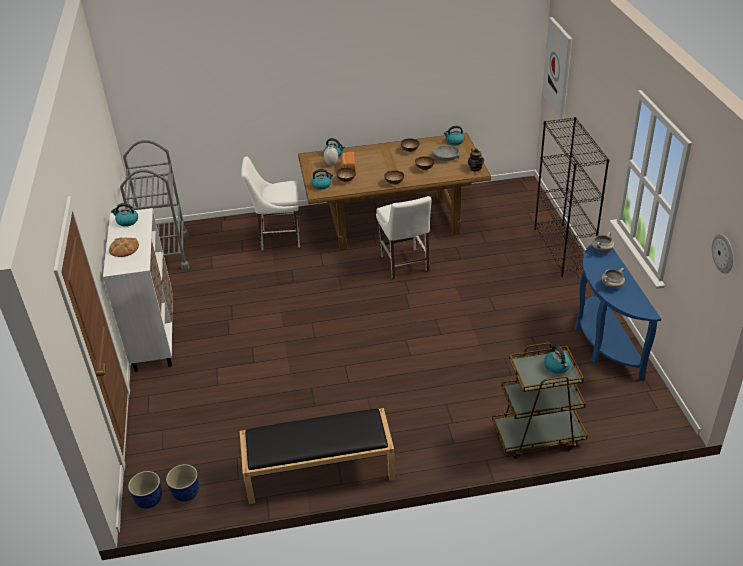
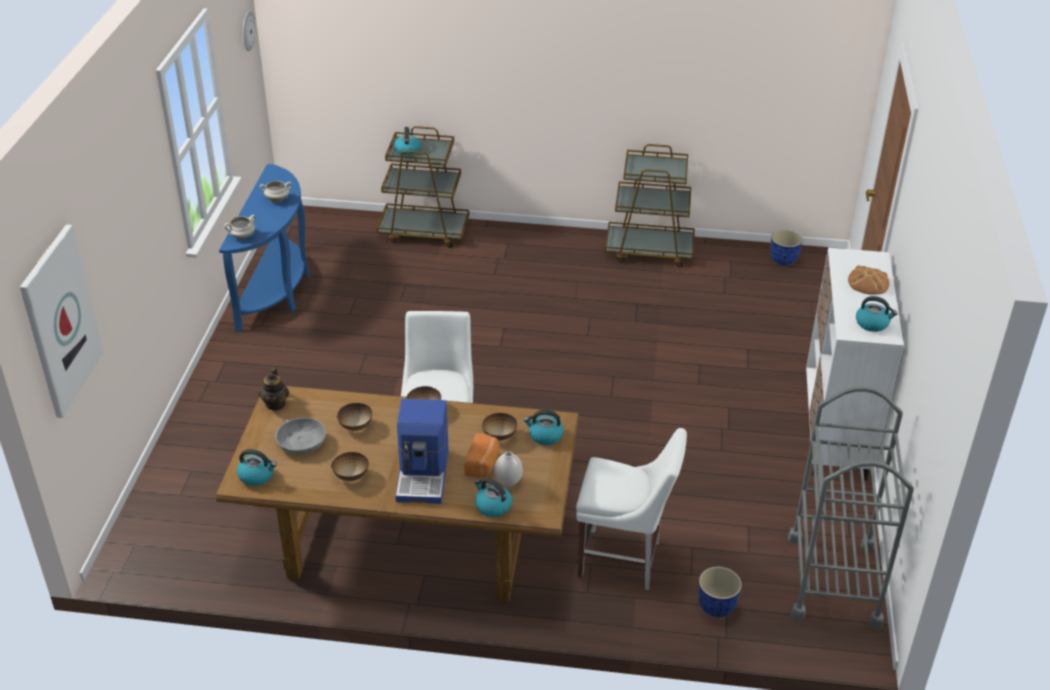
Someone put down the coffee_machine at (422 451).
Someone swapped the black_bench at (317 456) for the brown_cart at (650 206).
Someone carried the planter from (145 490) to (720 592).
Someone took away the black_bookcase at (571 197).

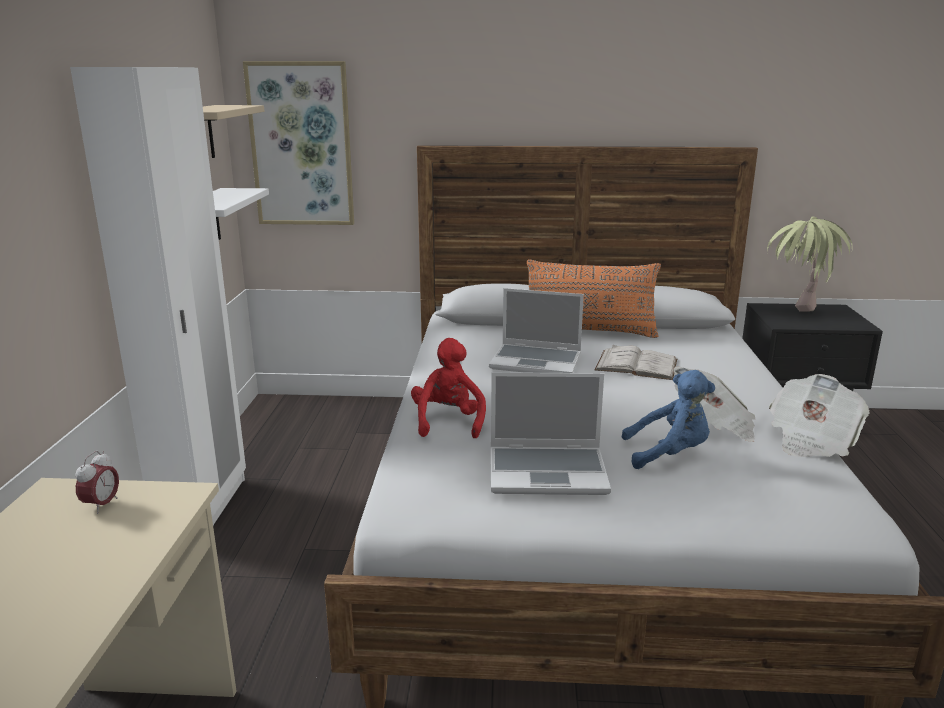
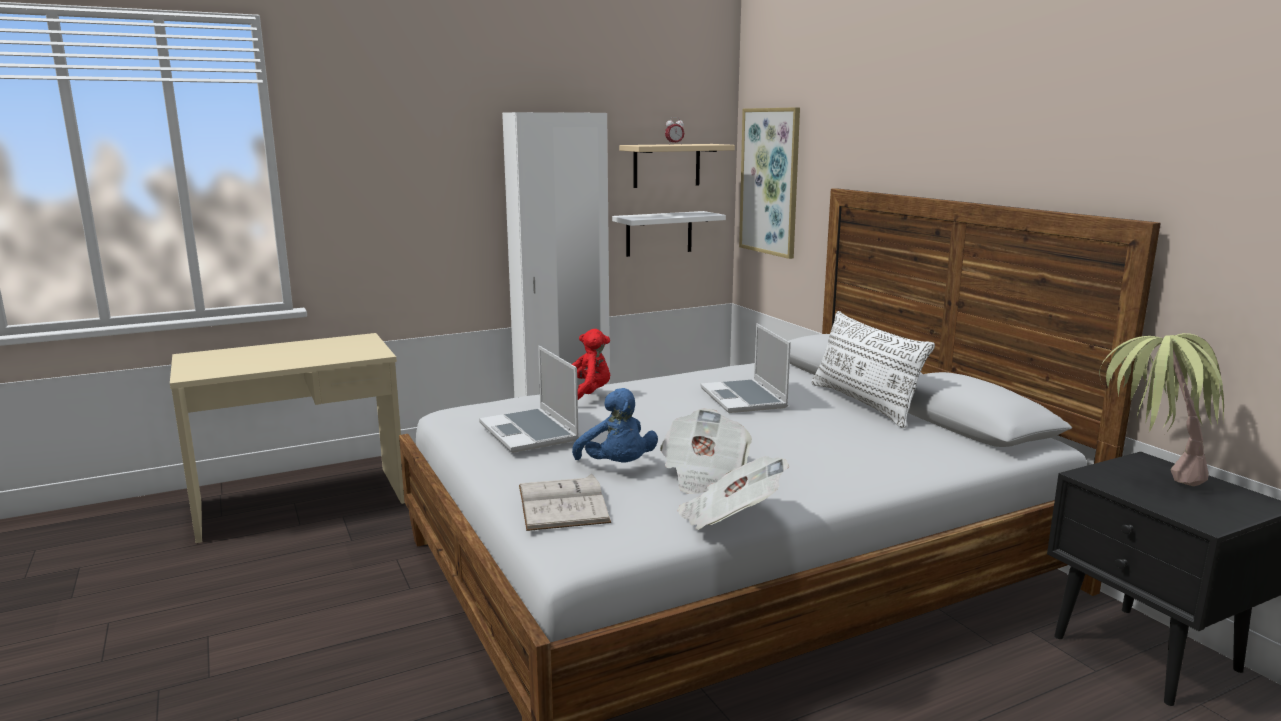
Someone carried the white_book from (636 362) to (565 502).
Someone carried the alarm_clock from (97 482) to (674 131).
Someone repainted the orange_pillow at (594 298), which became the white_pillow at (873 369).

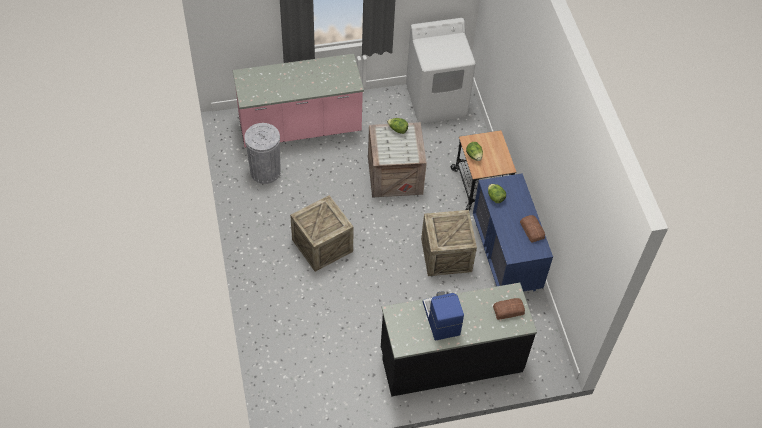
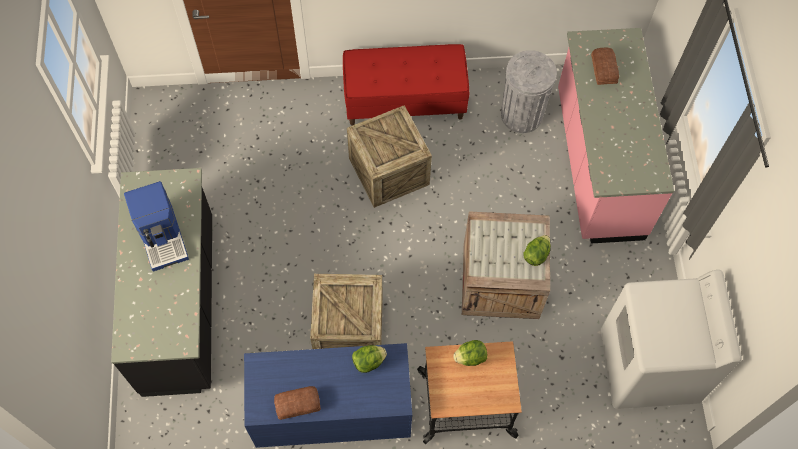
Someone rotated the coffee_machine at (443 316) by 75 degrees clockwise.
Someone put down the red_bench at (406 84).
Someone carried the bread from (509 309) to (605 66).

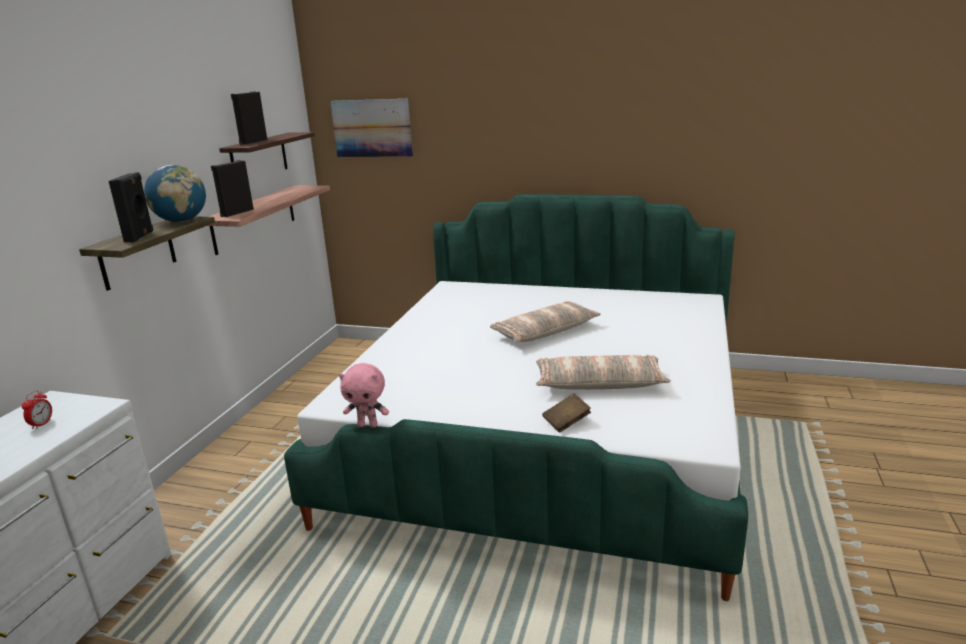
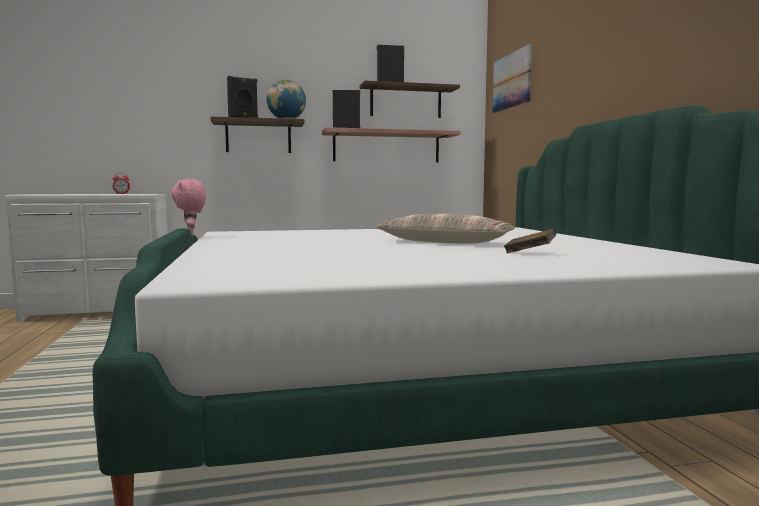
Someone carried the brown_book from (566 412) to (530 241).
Someone took away the pillow at (603 372).

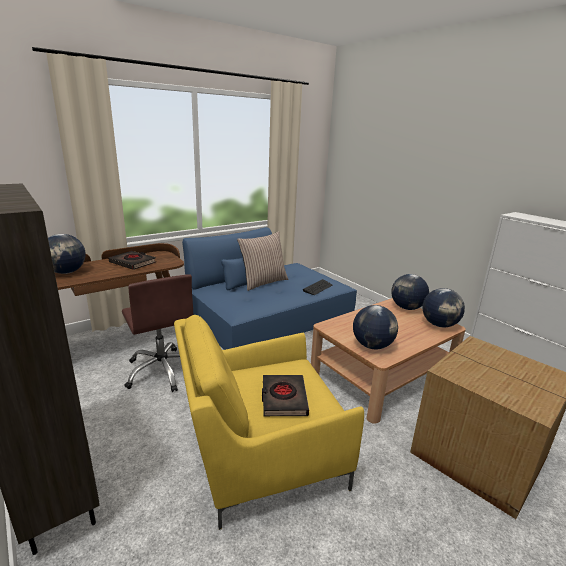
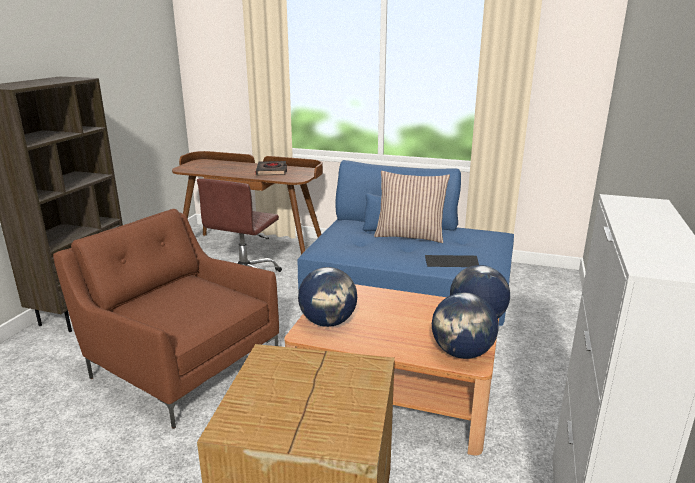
Someone repainted the yellow_armchair at (269 422), which became the brown_armchair at (166 319).
Someone took away the globe at (67 254).
Someone took away the black_book at (285 395).

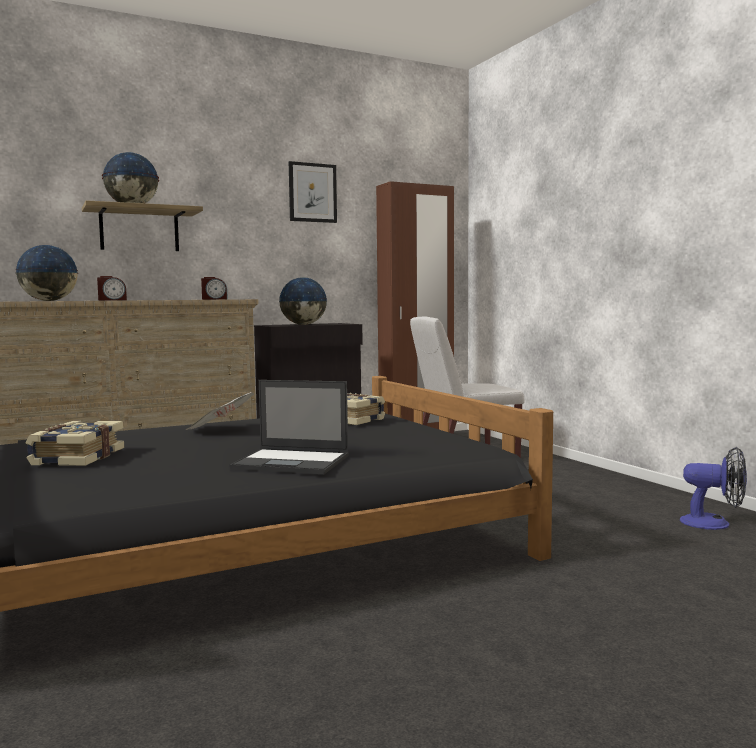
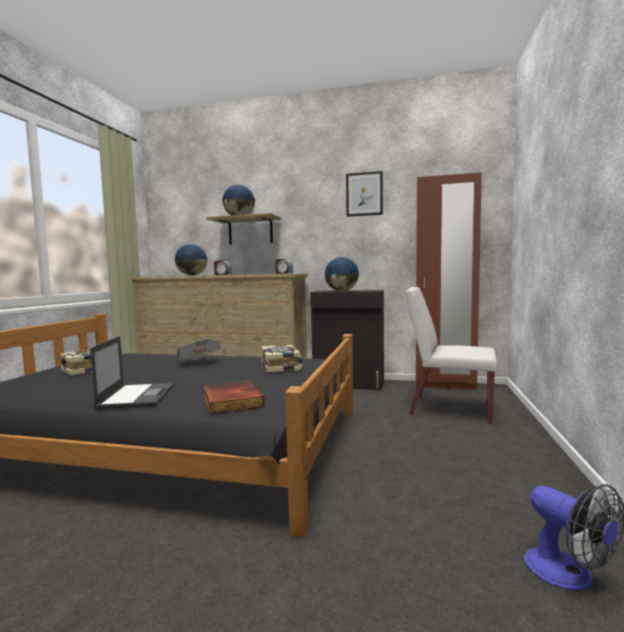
Someone rotated the laptop at (289 427) by 150 degrees counterclockwise.
Someone put down the book at (234 397).

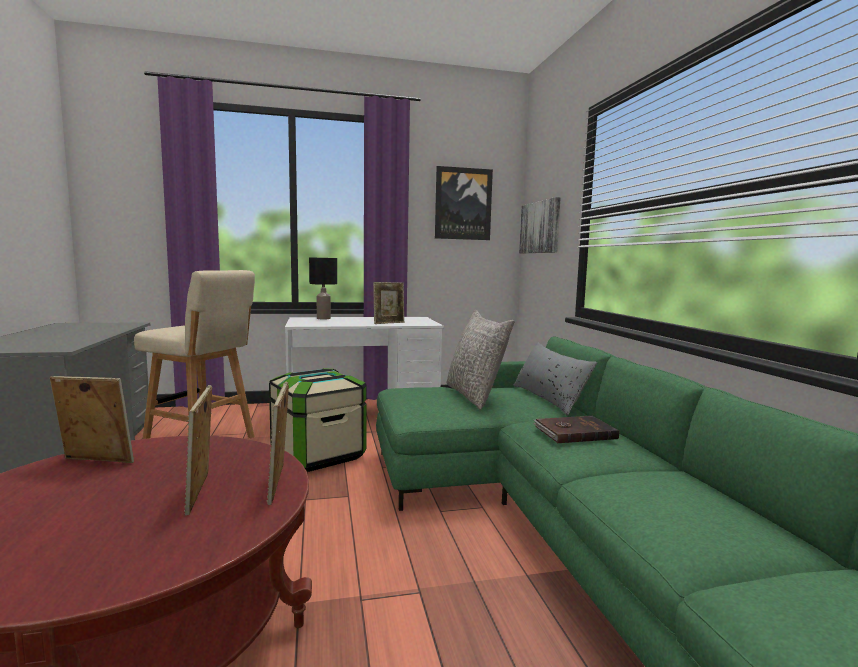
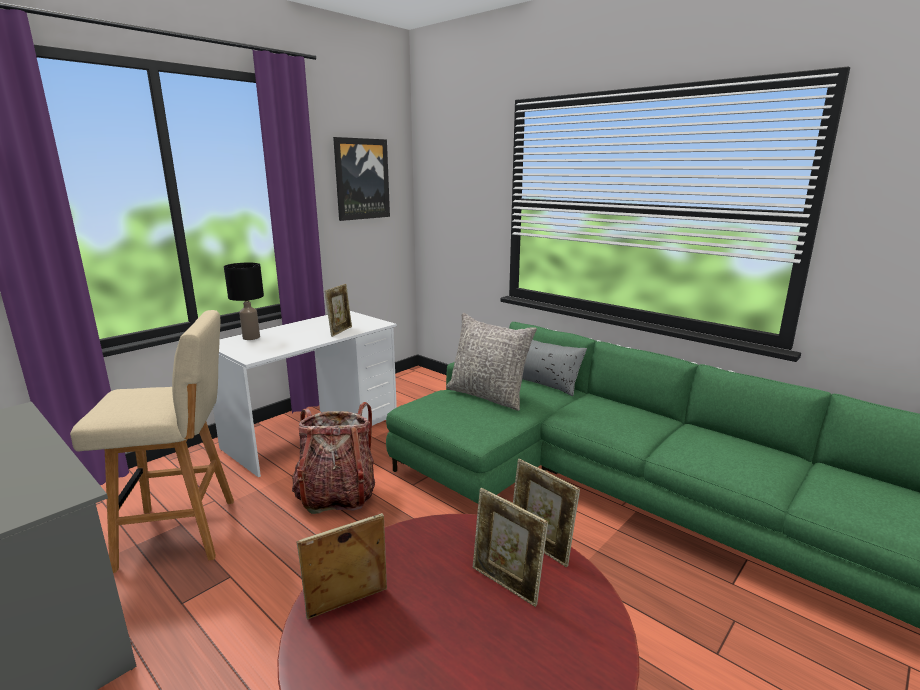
Someone swapped the storage_box at (318 420) for the backpack at (333 458).
Someone took away the picture at (539 225).
Someone took away the brown_book at (576 429).

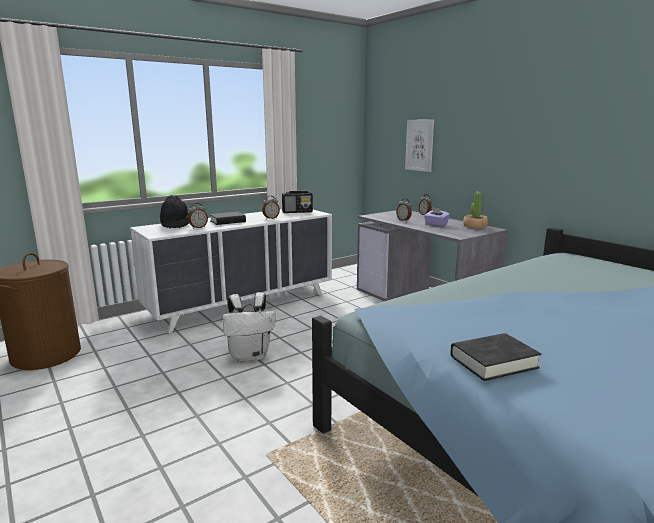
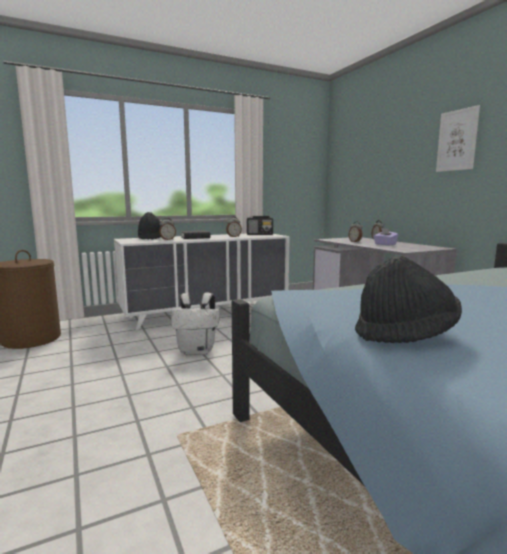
Someone swapped the black_book at (496 357) for the black_hat at (408 299).
Someone carried the picture from (419 145) to (458 138).
Someone took away the potted_plant at (475 210).

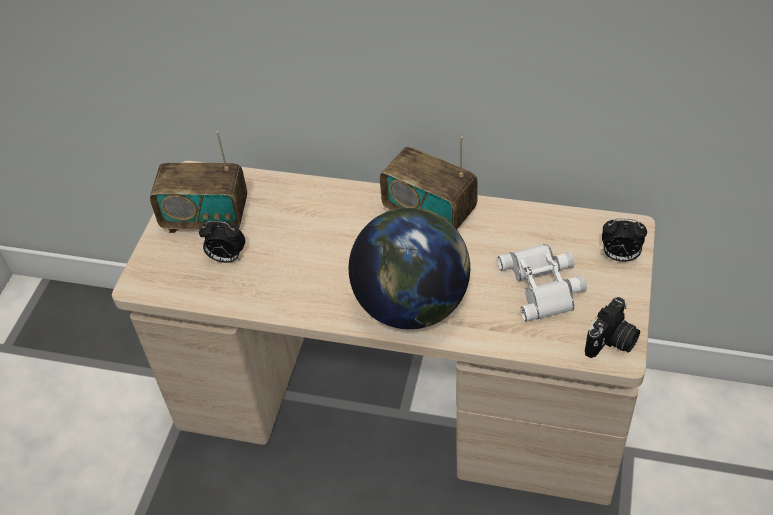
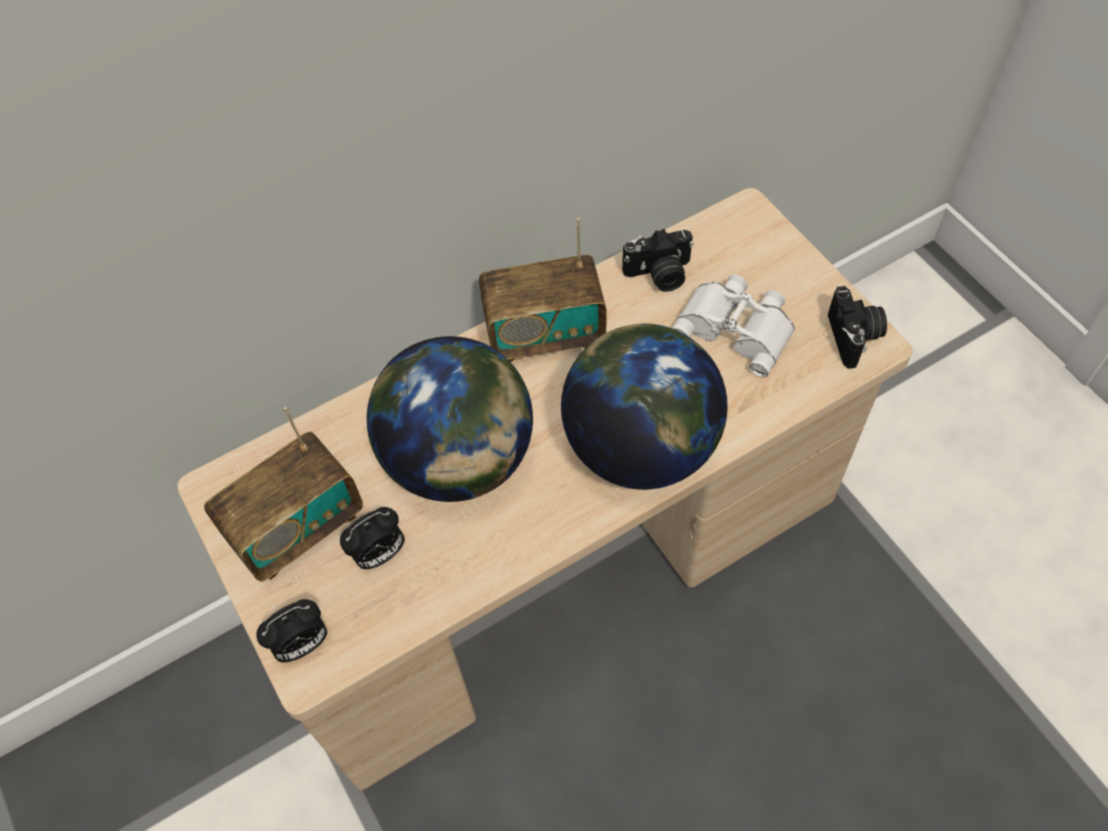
Someone carried the alarm_clock from (624 240) to (291 630).
Someone put down the globe at (450 419).
Someone put down the photo_camera at (658 260).

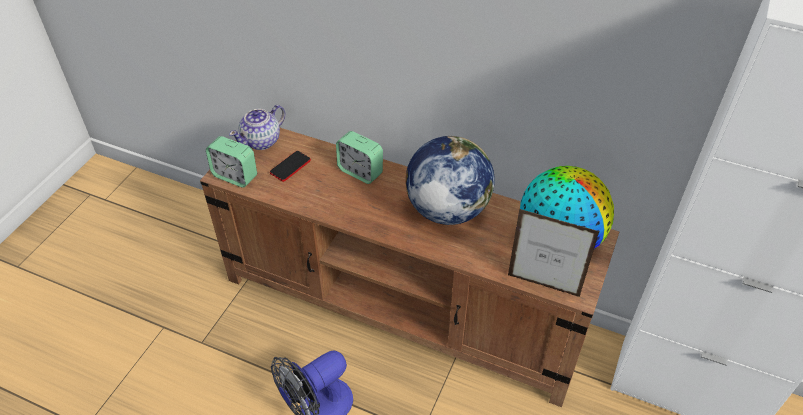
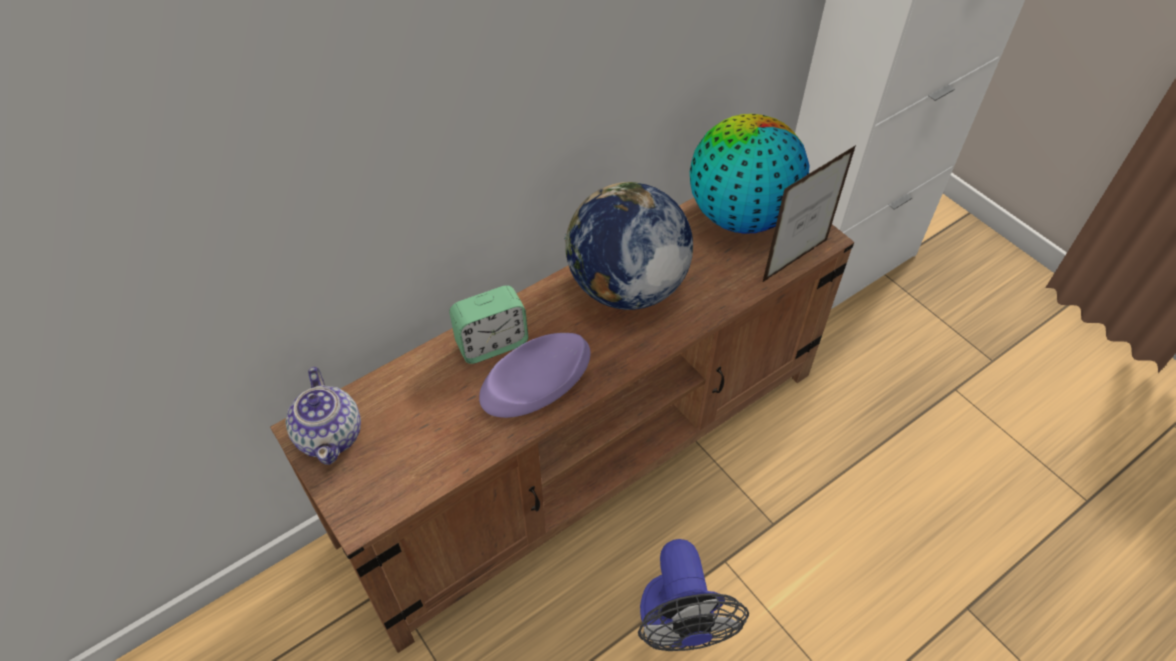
Someone put down the purple_bowl at (534 375).
Someone took away the alarm_clock at (231 162).
Someone took away the phone at (290 166).

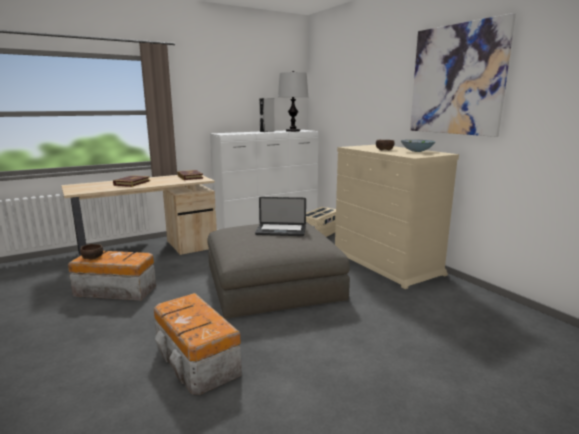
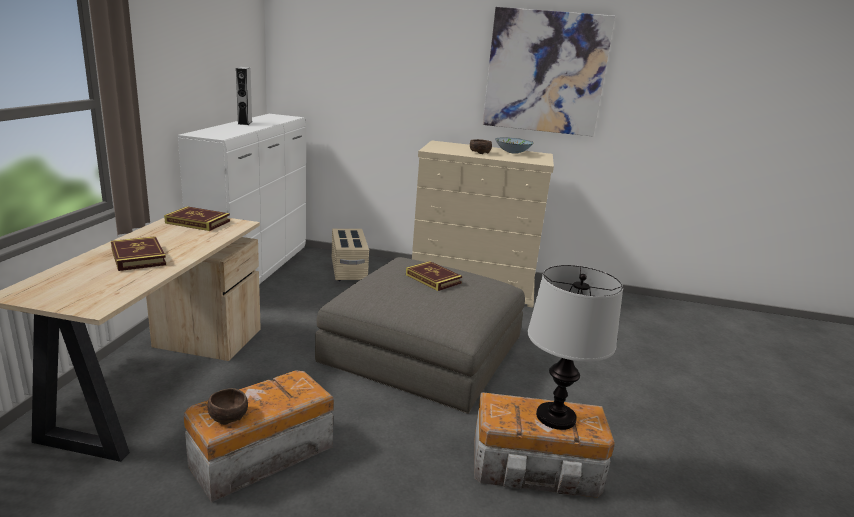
Someone swapped the laptop at (280 216) for the book at (434 276).
Someone carried the table_lamp from (293 101) to (575 347).

